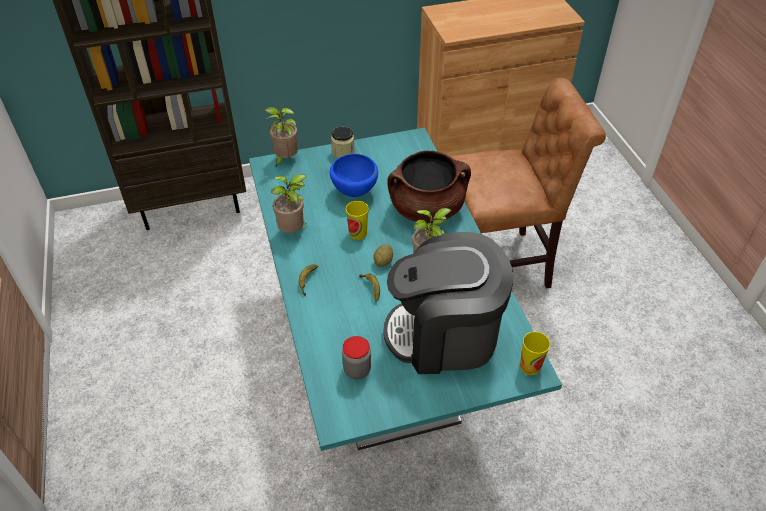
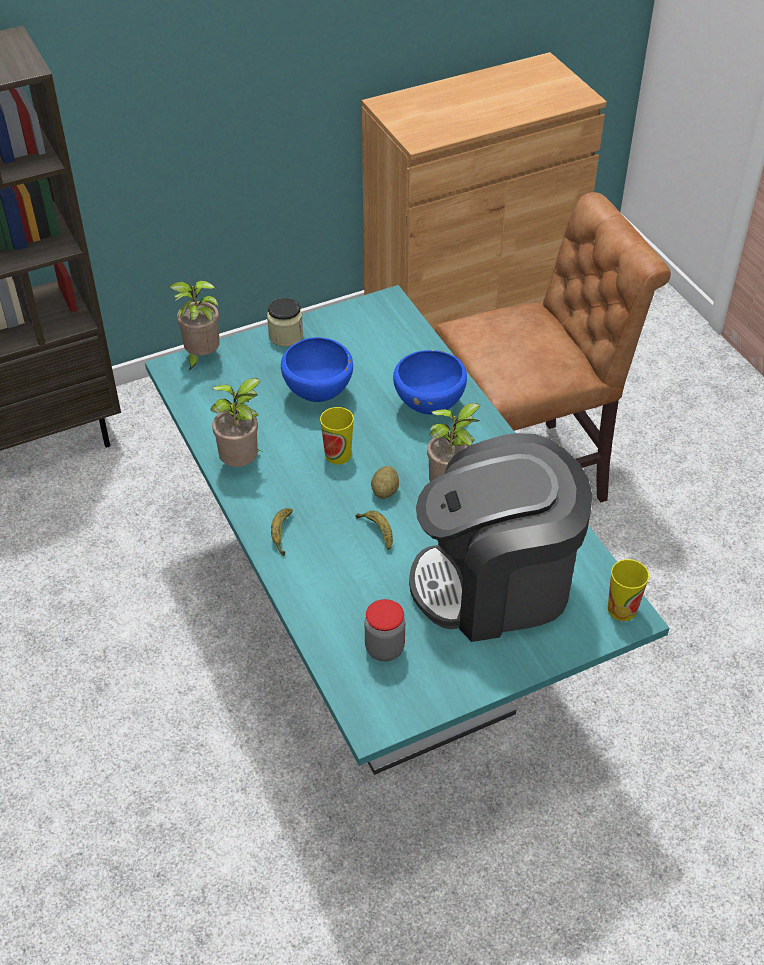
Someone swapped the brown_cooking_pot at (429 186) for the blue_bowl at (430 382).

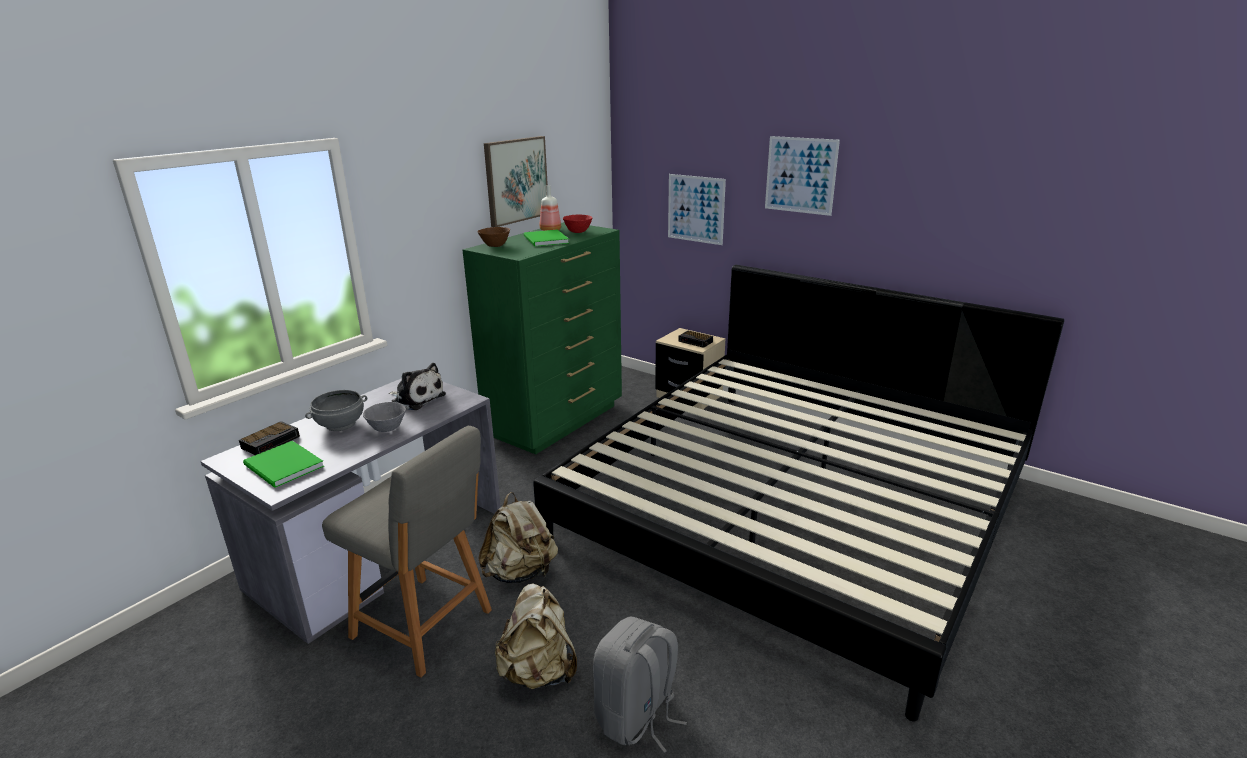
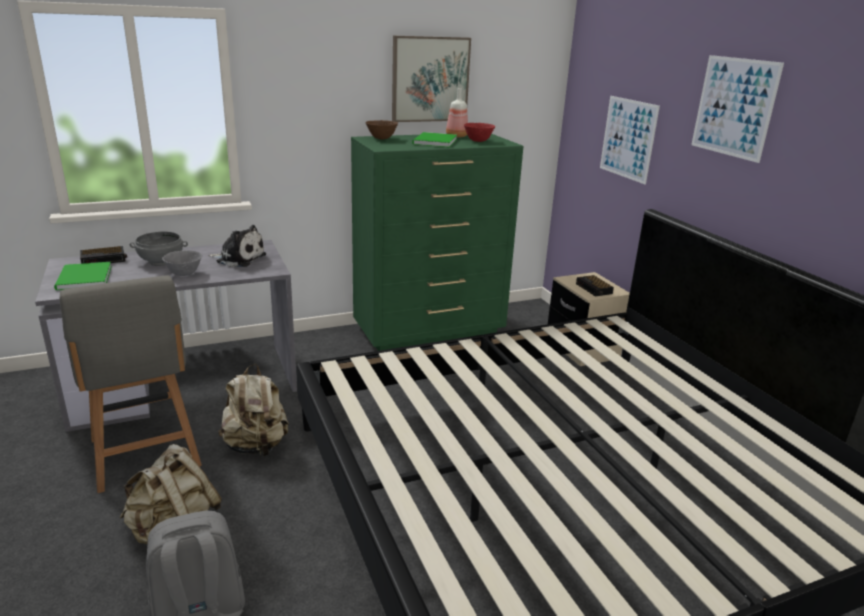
Someone rotated the plush_toy at (417 386) by 45 degrees counterclockwise.

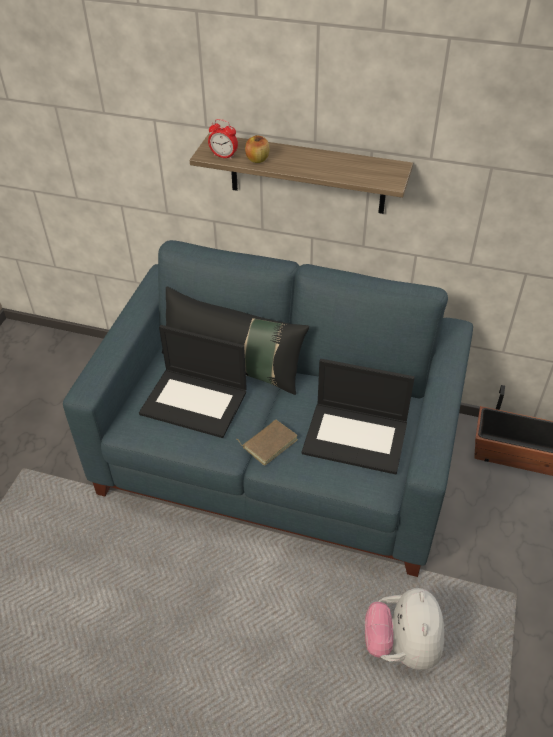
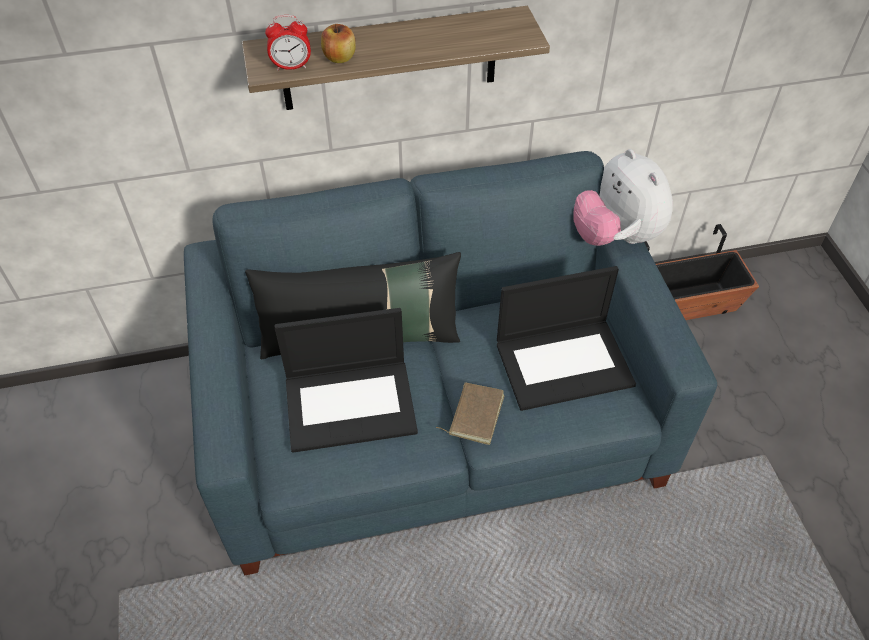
Someone carried the plush_toy from (404 629) to (623 197).

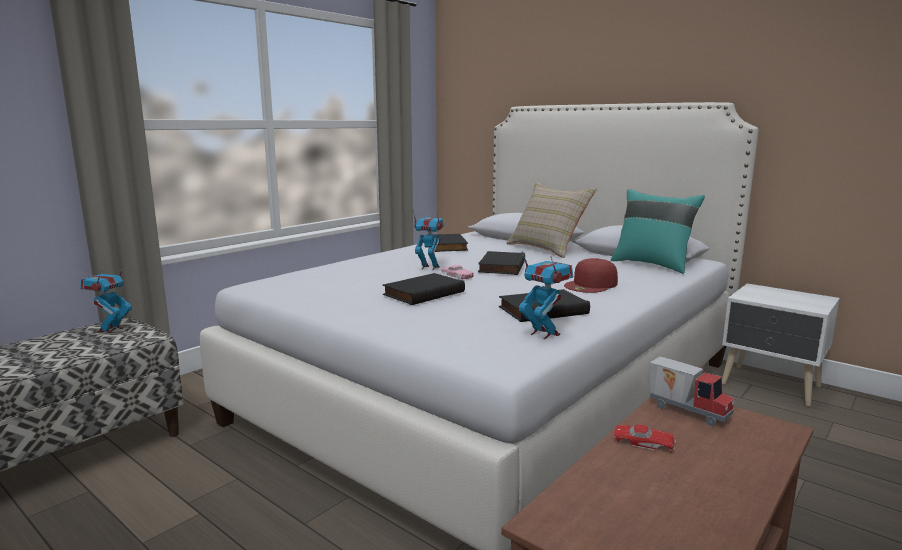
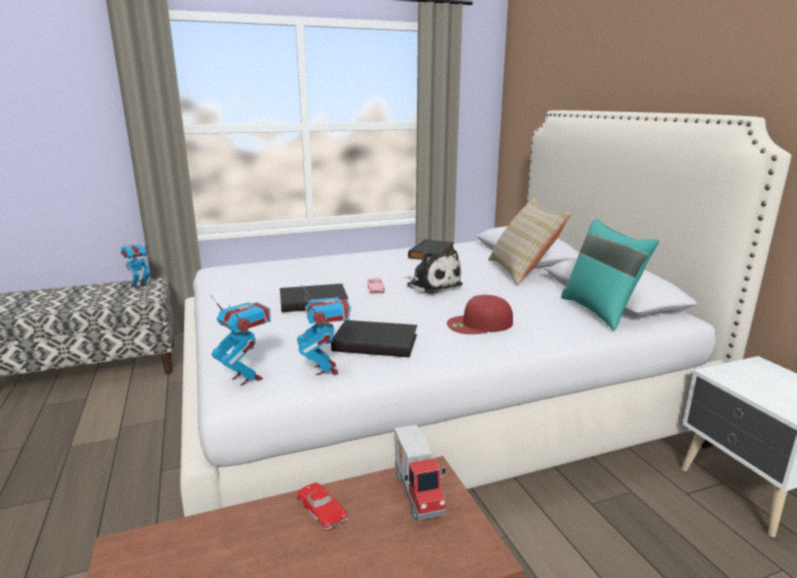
Someone carried the toy_robot from (428 240) to (240 340).
Someone swapped the black_book at (501 263) for the plush_toy at (434 272).

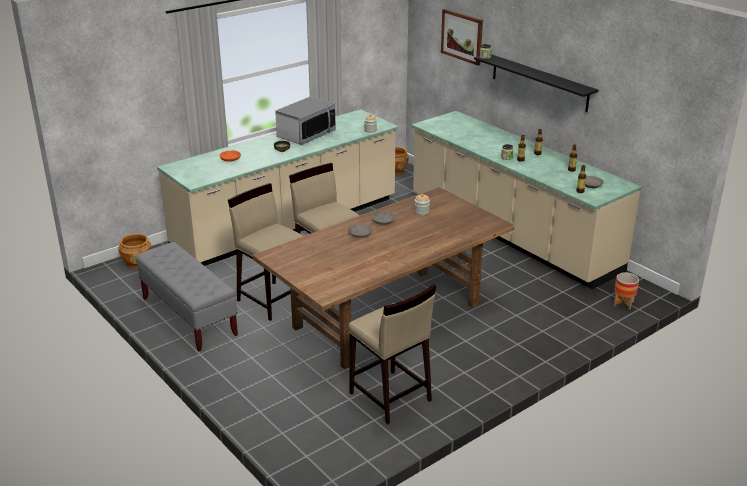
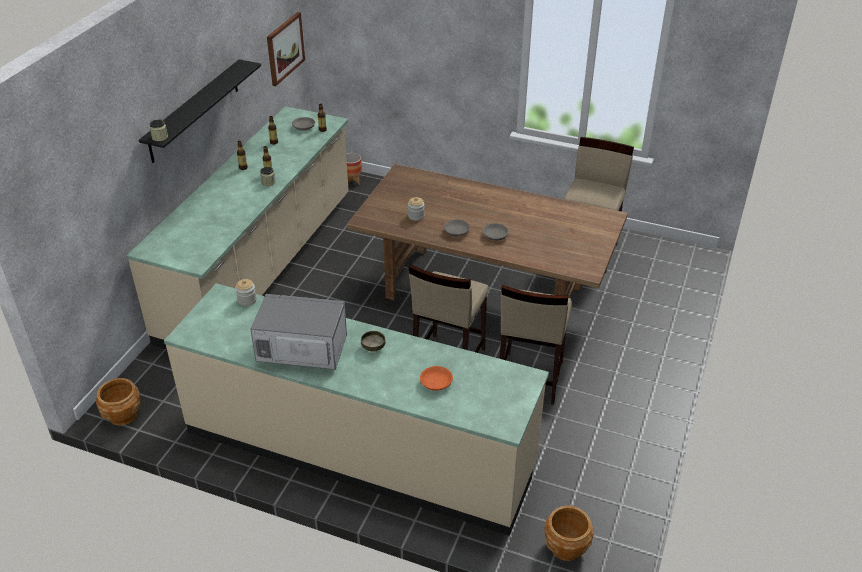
Someone carried the picture from (462 37) to (286 49).
Someone took away the grey_bench at (186 296).

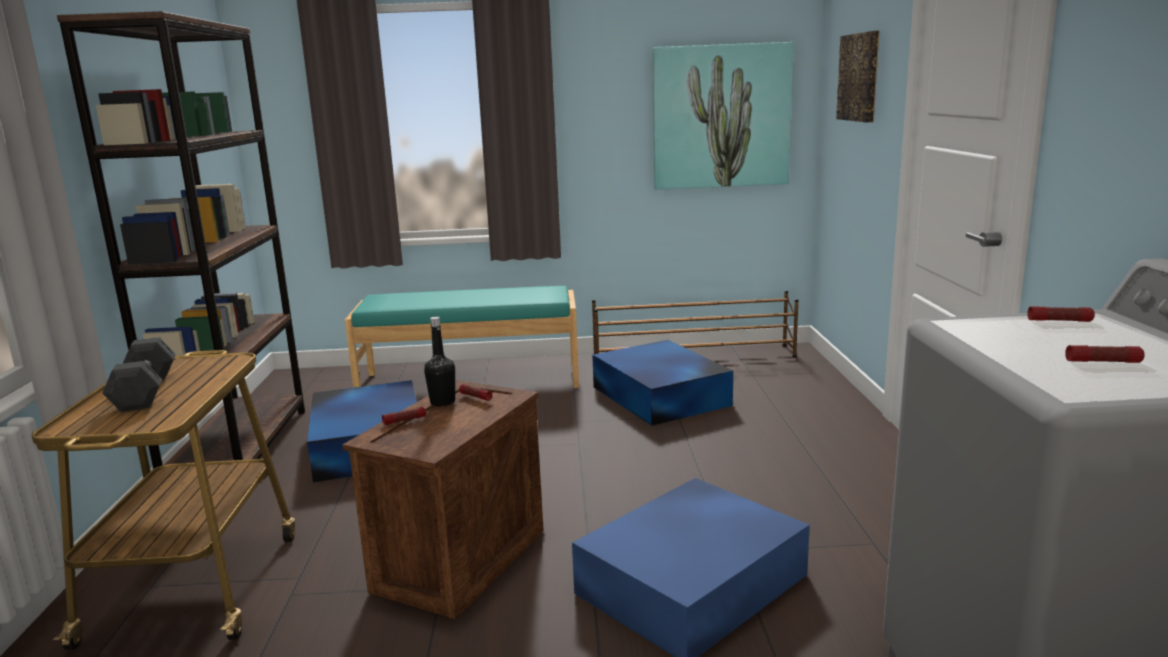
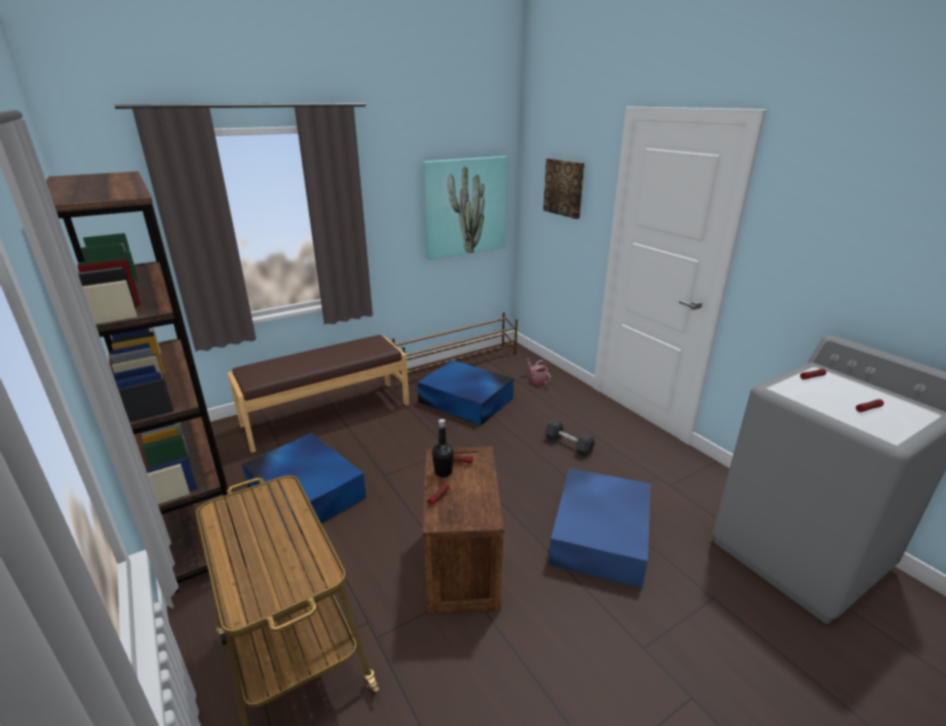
Someone repainted the turquoise_bench at (462 337), which became the brown_bench at (318 394).
Someone put down the watering_can at (538 371).
Someone carried the grey_dumbbell from (139 374) to (570 437).

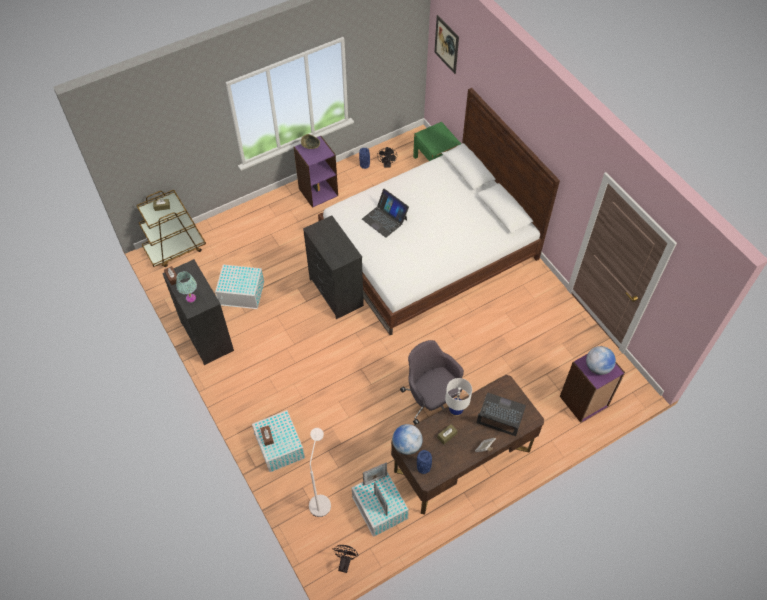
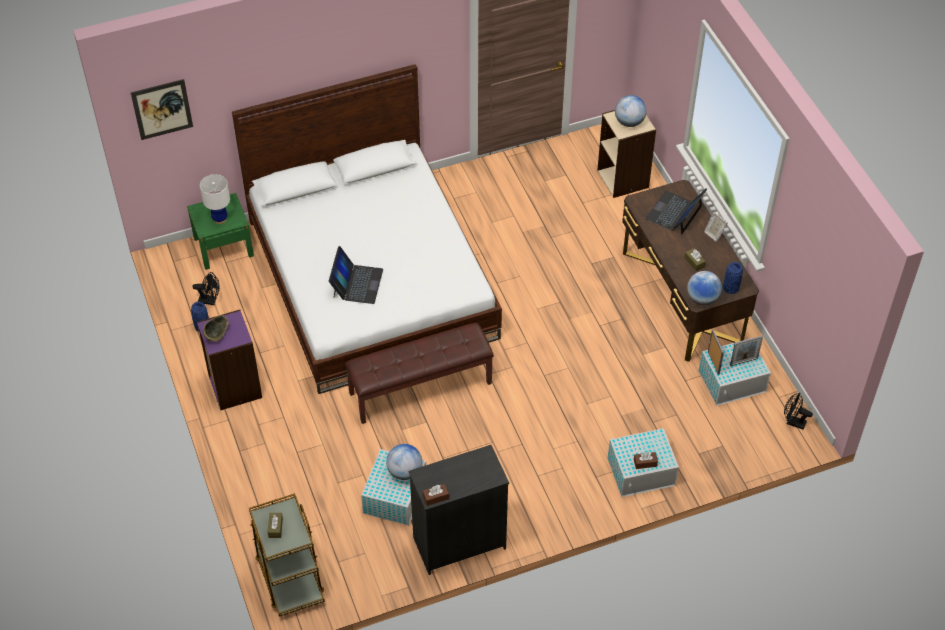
Someone carried the white_table_lamp from (458 397) to (215 199).
Someone rotated the laptop at (385 213) by 45 degrees counterclockwise.
Someone swapped the black_dresser at (333 267) for the brown_bench at (419 373).
Someone put down the globe at (404 462).
Someone repainted the purple_bookcase at (592 388), which became the beige_bookcase at (626 154).
Someone took away the turquoise_table_lamp at (186 287).
Someone took away the white_floor_lamp at (320 472).
Someone took away the grey_office_chair at (432 382).

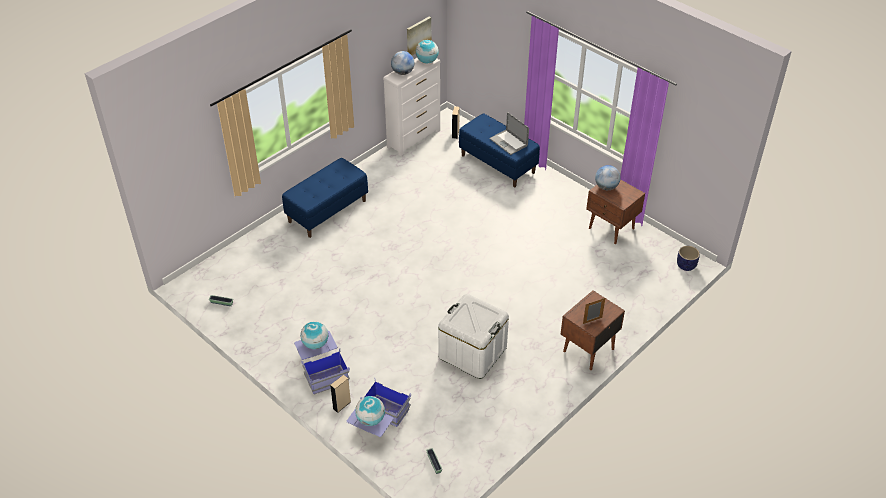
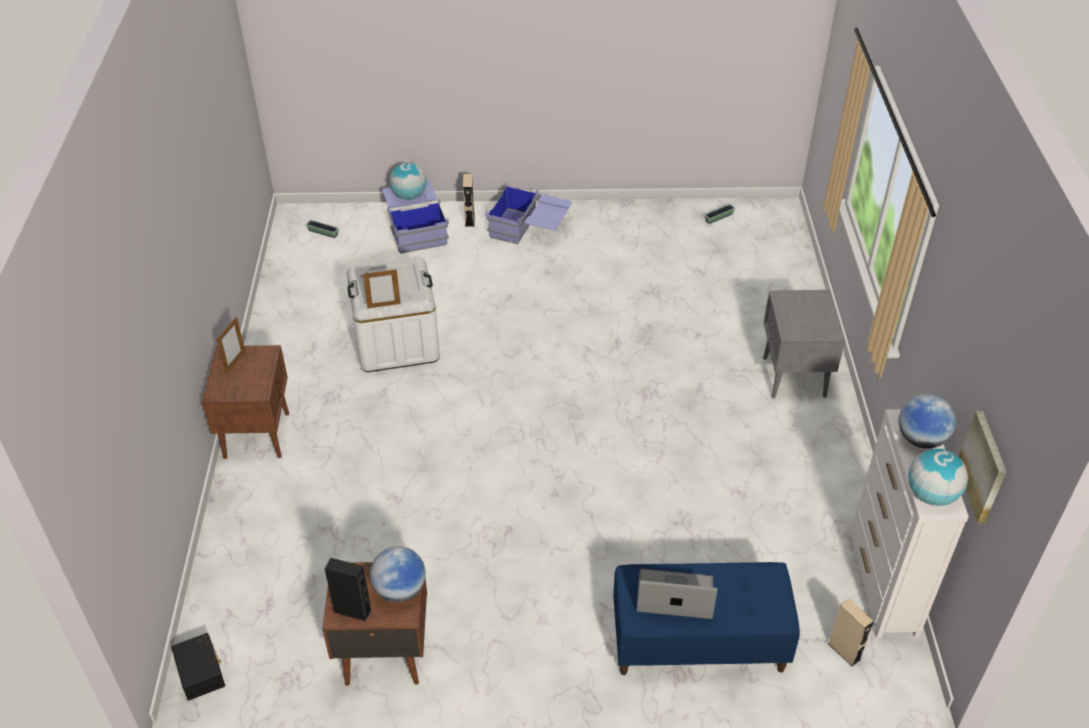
Someone swapped the planter at (688 258) for the black_storage_box at (198 666).
Someone put down the black_speaker at (348 589).
Someone put down the picture_frame at (382 288).
Someone swapped the blue_bench at (325 198) for the grey_nightstand at (804 344).
Someone took away the globe at (314 335).

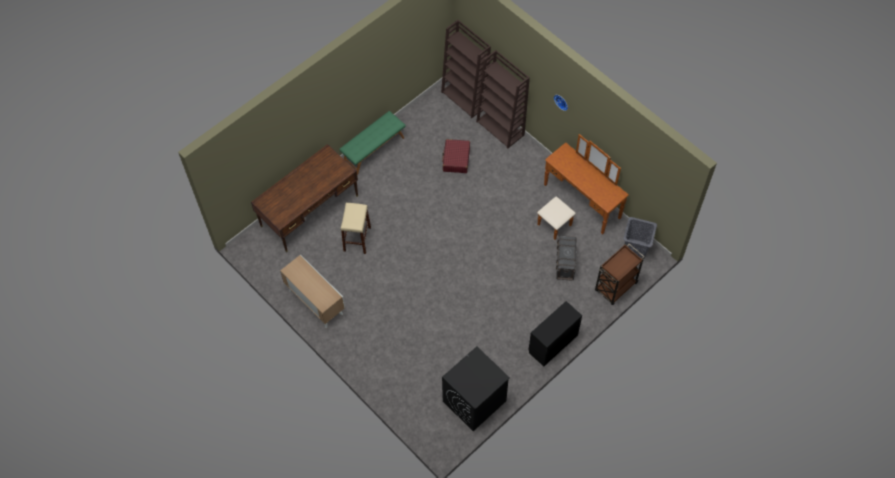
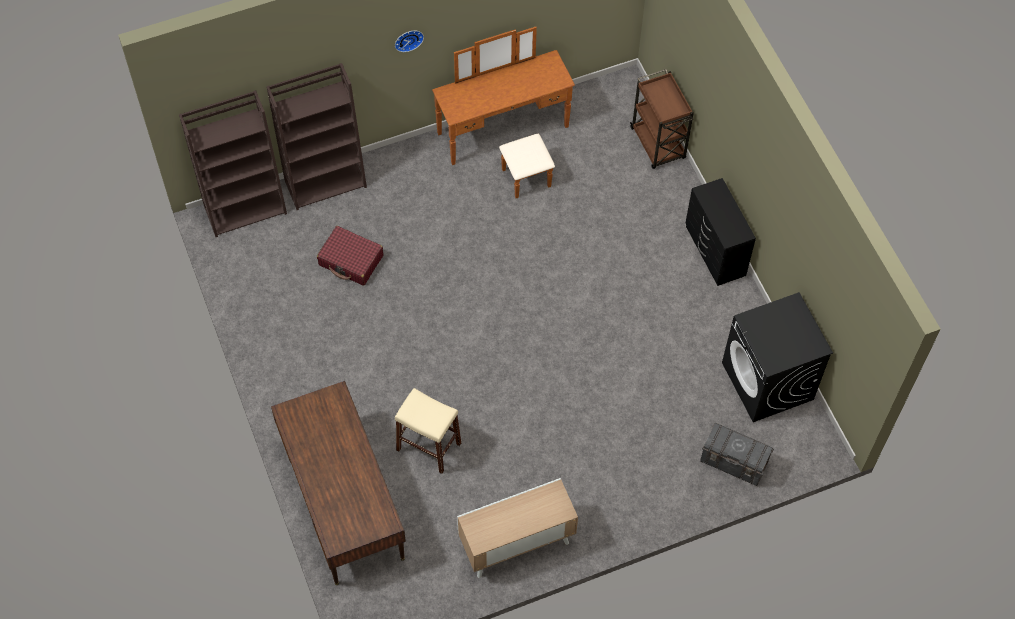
Someone carried the grey_storage_box from (566 258) to (737 454).
Someone took away the green_bench at (372 143).
Someone took away the grey_laundry_basket at (640 238).

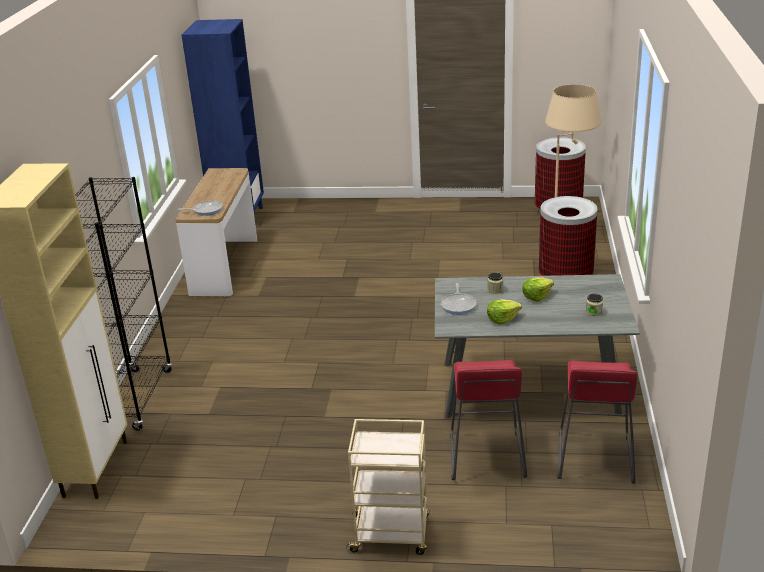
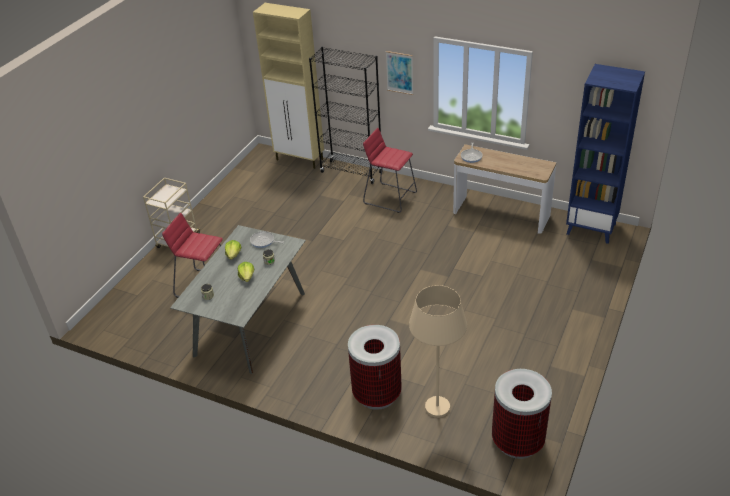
Someone carried the red_stool from (597 422) to (390 170).
Someone put up the picture at (399 73).

